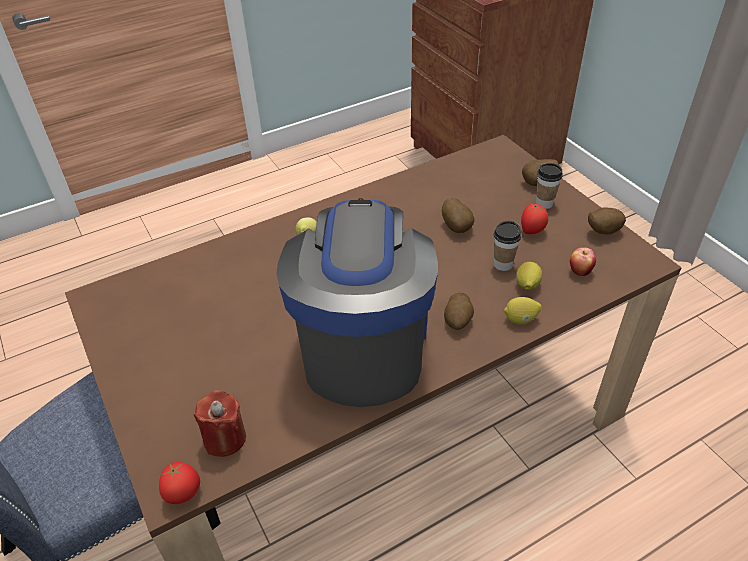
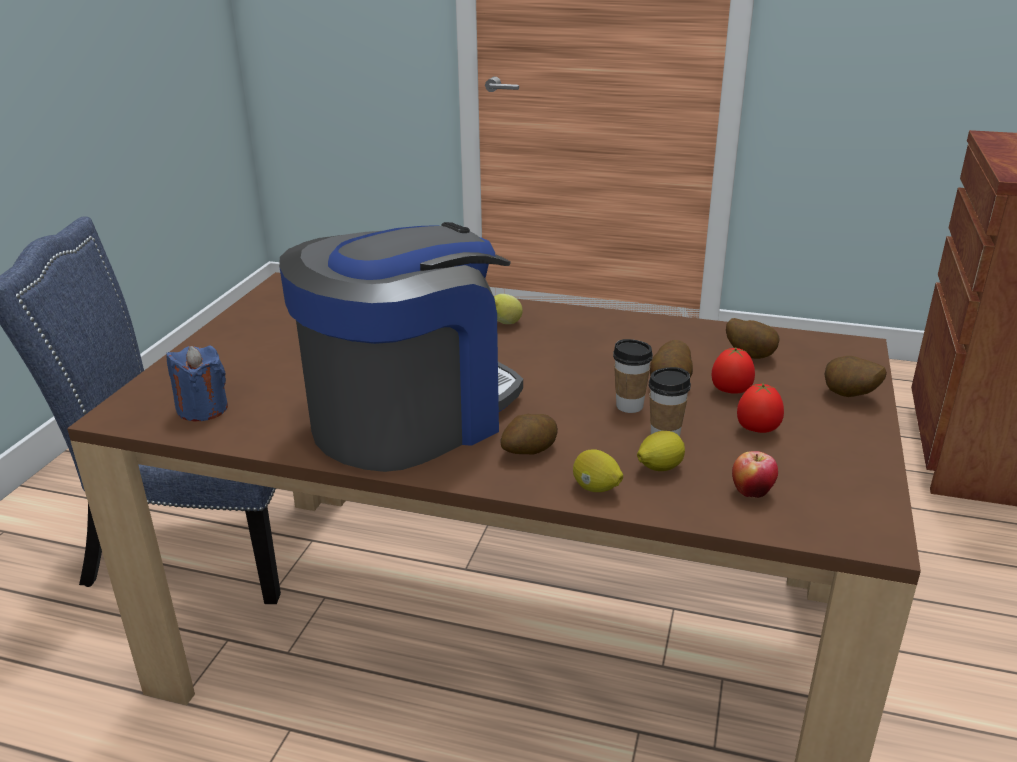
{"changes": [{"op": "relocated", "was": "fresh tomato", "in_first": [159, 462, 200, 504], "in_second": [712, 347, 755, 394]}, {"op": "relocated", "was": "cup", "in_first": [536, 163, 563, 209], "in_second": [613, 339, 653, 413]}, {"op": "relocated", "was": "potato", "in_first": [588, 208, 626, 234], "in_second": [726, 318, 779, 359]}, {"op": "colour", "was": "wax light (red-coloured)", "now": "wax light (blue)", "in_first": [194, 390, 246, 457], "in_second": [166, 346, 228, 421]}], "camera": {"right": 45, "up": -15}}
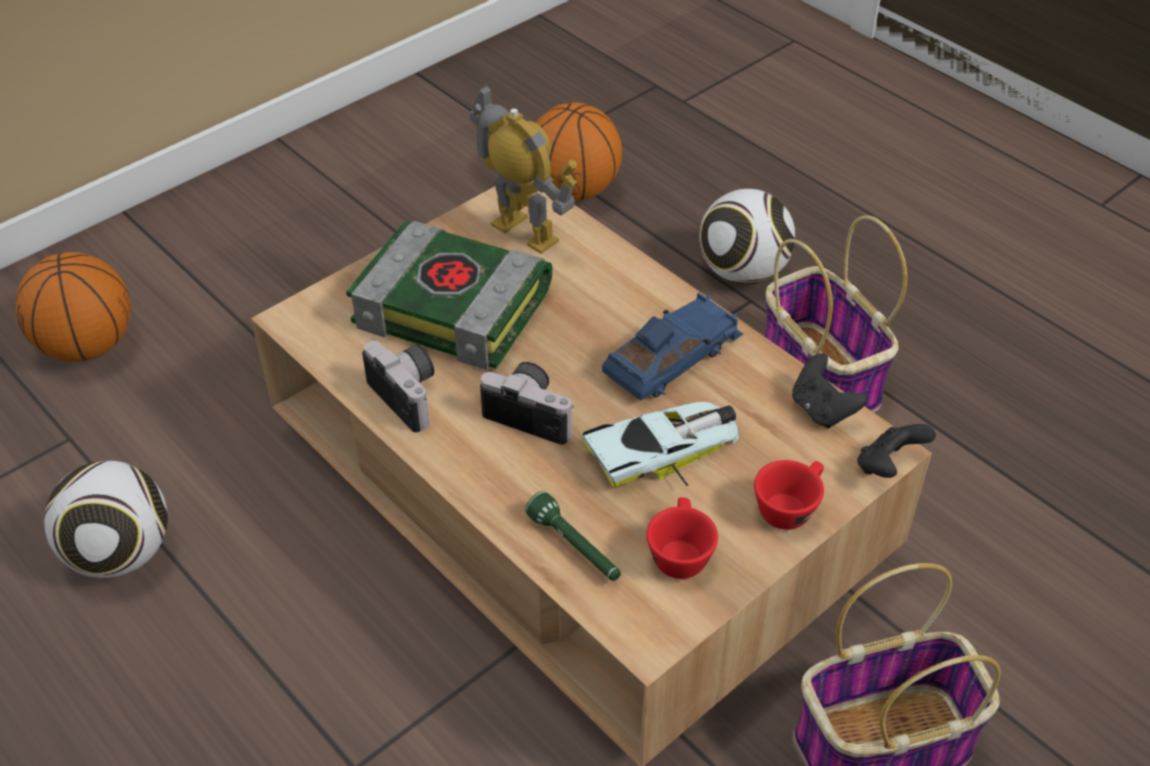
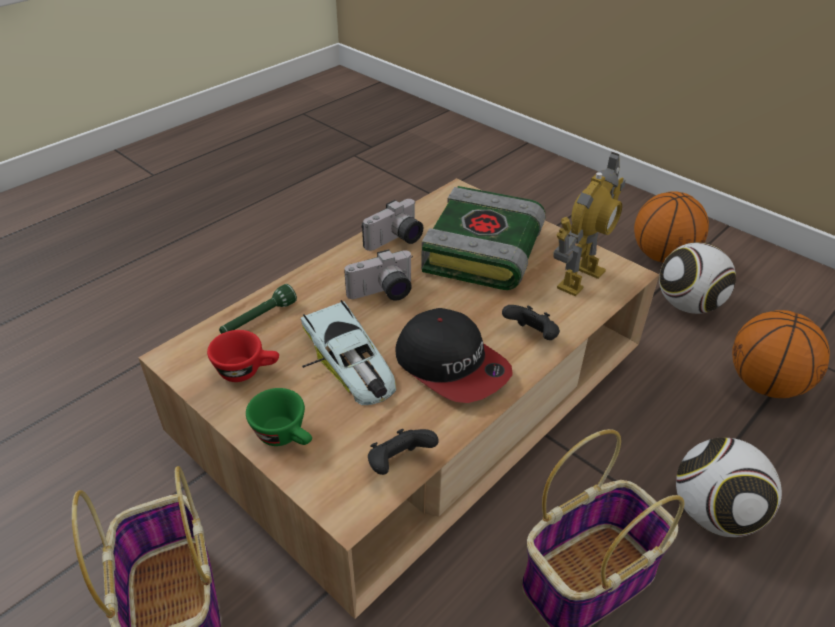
{"changes": [{"op": "relocated", "was": "basketball", "in_first": [16, 252, 131, 362], "in_second": [634, 191, 709, 263]}, {"op": "relocated", "was": "ball for football", "in_first": [44, 461, 168, 578], "in_second": [659, 242, 736, 314]}, {"op": "relocated", "was": "gamepad (black-coloured)", "in_first": [857, 424, 936, 478], "in_second": [502, 305, 560, 340]}, {"op": "exchanged", "was": "toy car (blue)", "now": "cap", "in_first": [602, 293, 743, 400], "in_second": [395, 308, 513, 403]}, {"op": "colour", "was": "cup (red-coloured)", "now": "cup (green-coloured)", "in_first": [754, 460, 824, 530], "in_second": [246, 388, 312, 446]}, {"op": "spun", "was": "photo camera", "in_first": [480, 362, 574, 445], "in_second": [344, 249, 412, 301], "clockwise": 45}], "camera": {"right": 85, "up": -5}}
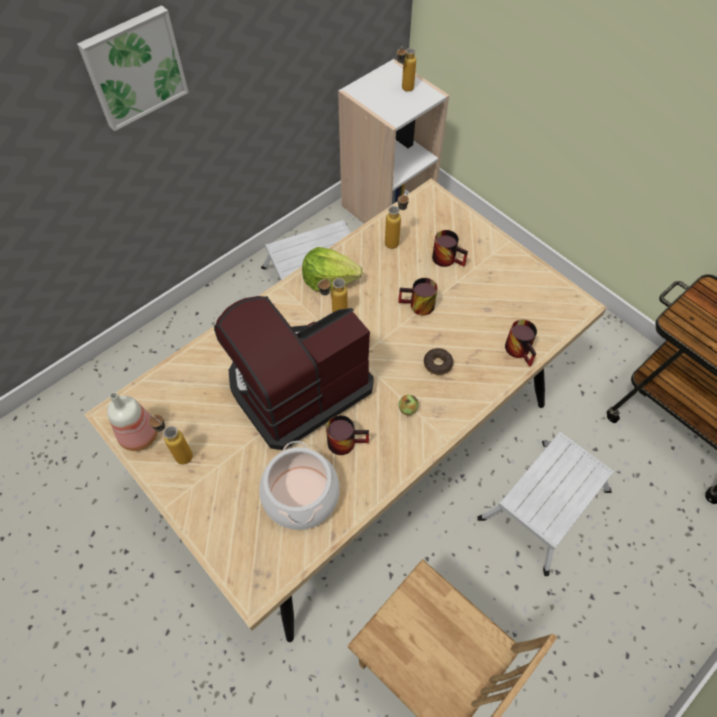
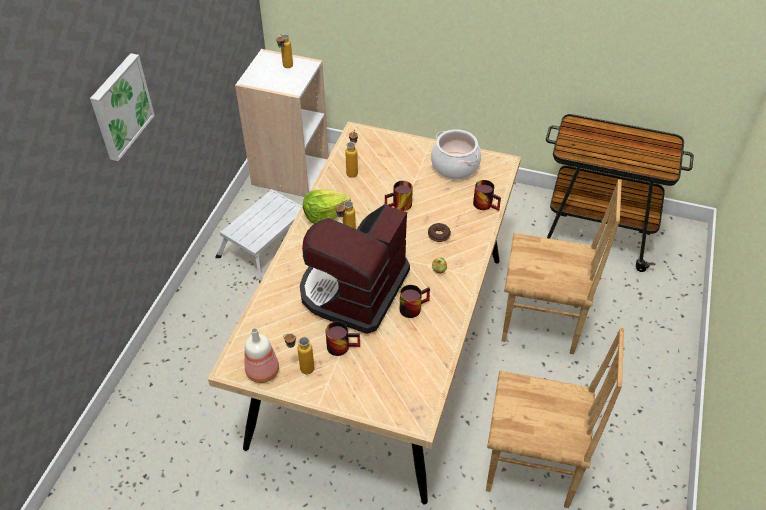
{"changes": [{"op": "relocated", "was": "stockpot", "in_first": [259, 441, 340, 530], "in_second": [431, 129, 481, 180]}, {"op": "relocated", "was": "tea mug", "in_first": [432, 230, 468, 267], "in_second": [325, 322, 360, 356]}, {"op": "exchanged", "was": "stepladder (white)", "now": "plain chair (brown-coloured)", "in_first": [477, 432, 614, 576], "in_second": [502, 179, 622, 354]}], "camera": {"right": -30, "up": -10}}
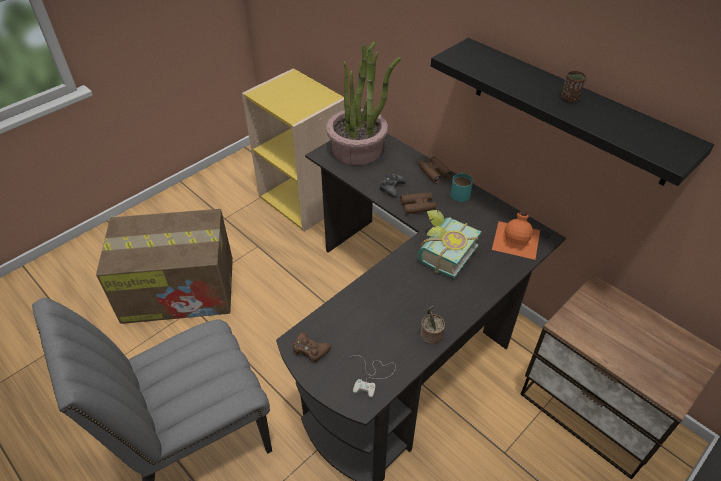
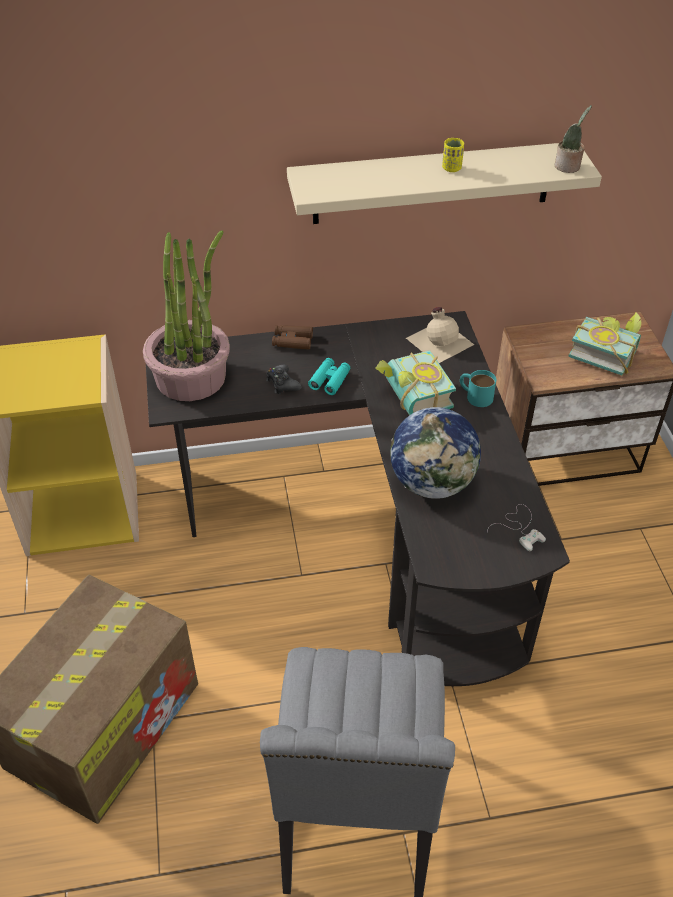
{"changes": [{"op": "missing", "was": "gamepad (brown-coloured)", "in_first": [293, 332, 331, 364]}, {"op": "appeared", "now": "globe", "in_second": [390, 407, 481, 499]}, {"op": "appeared", "now": "volume", "in_second": [568, 312, 642, 375]}, {"op": "relocated", "was": "potted plant", "in_first": [420, 306, 445, 344], "in_second": [555, 105, 592, 173]}, {"op": "relocated", "was": "tea mug (blue-green)", "in_first": [450, 172, 473, 202], "in_second": [460, 370, 496, 407]}, {"op": "colour", "was": "pair of binoculars (brown-coloured)", "now": "pair of binoculars (blue-green)", "in_first": [400, 192, 436, 214], "in_second": [308, 358, 350, 395]}, {"op": "colour", "was": "wall shelf (black-coloured)", "now": "wall shelf (beige-coloured)", "in_first": [431, 38, 714, 186], "in_second": [287, 143, 602, 224]}, {"op": "colour", "was": "bottle (orange-coloured)", "now": "bottle (beige-coloured)", "in_first": [492, 211, 540, 260], "in_second": [406, 307, 474, 363]}, {"op": "colour", "was": "cup (brown-coloured)", "now": "cup (yellow)", "in_first": [561, 71, 586, 103], "in_second": [442, 138, 464, 172]}], "camera": {"right": -55, "up": 0}}
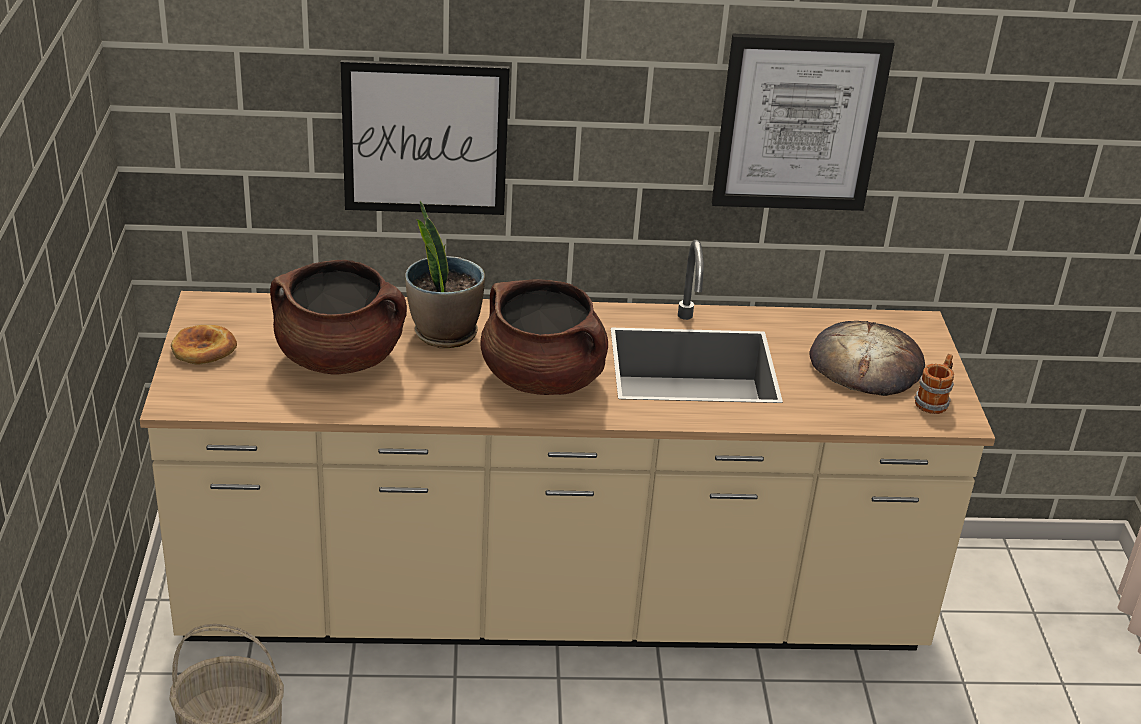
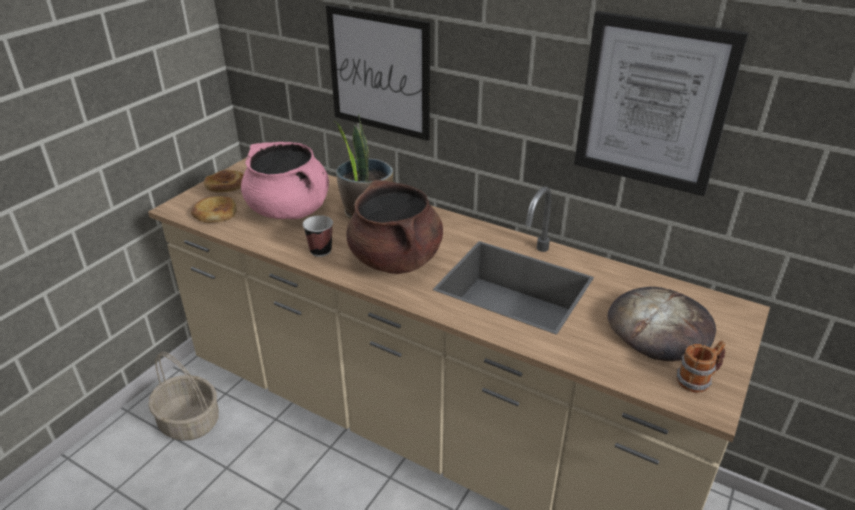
{"changes": [{"op": "appeared", "now": "bakery bread", "in_second": [191, 196, 237, 223]}, {"op": "appeared", "now": "cup", "in_second": [303, 215, 333, 257]}, {"op": "colour", "was": "stockpot (brown-coloured)", "now": "stockpot (pinkish)", "in_first": [270, 260, 407, 375], "in_second": [241, 142, 329, 219]}], "camera": {"right": 35, "up": 0}}
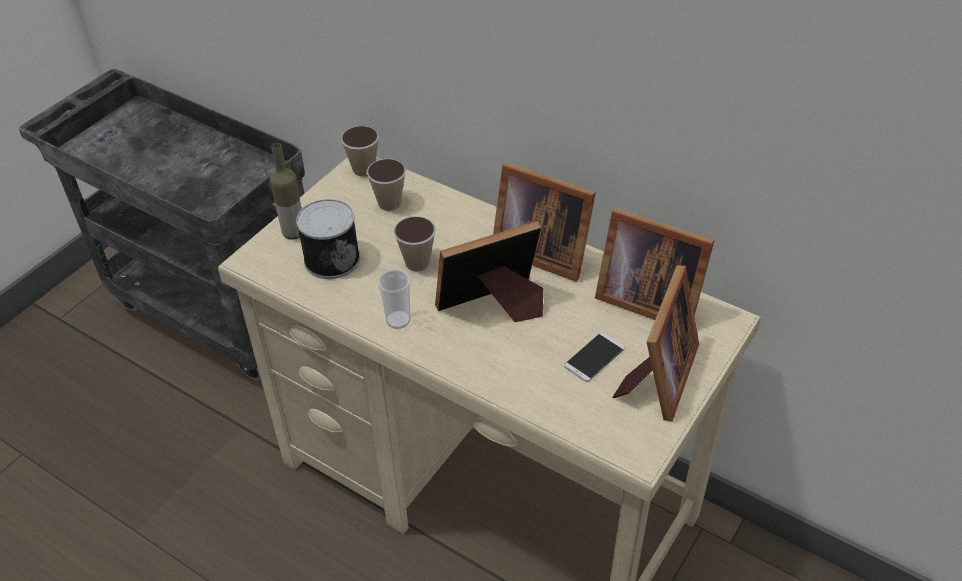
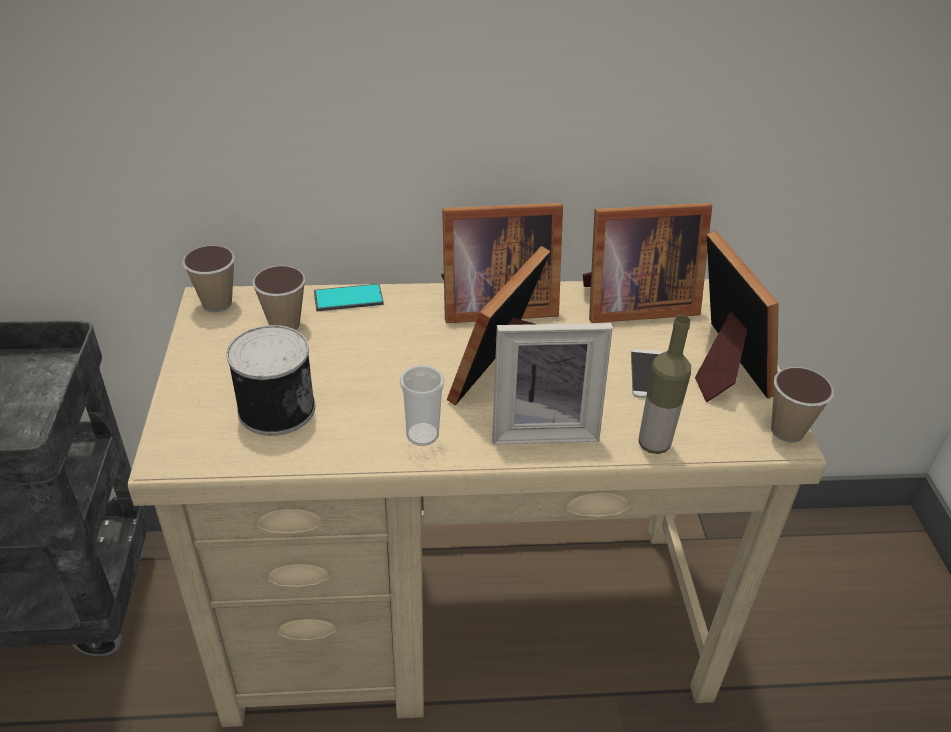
{"changes": [{"op": "appeared", "now": "phone", "in_second": [314, 284, 384, 311]}, {"op": "appeared", "now": "photo frame", "in_second": [492, 323, 613, 445]}, {"op": "relocated", "was": "bottle", "in_first": [270, 143, 301, 240], "in_second": [639, 315, 691, 454]}, {"op": "relocated", "was": "cup", "in_first": [393, 216, 436, 271], "in_second": [771, 367, 834, 443]}], "camera": {"right": -40, "up": -5}}
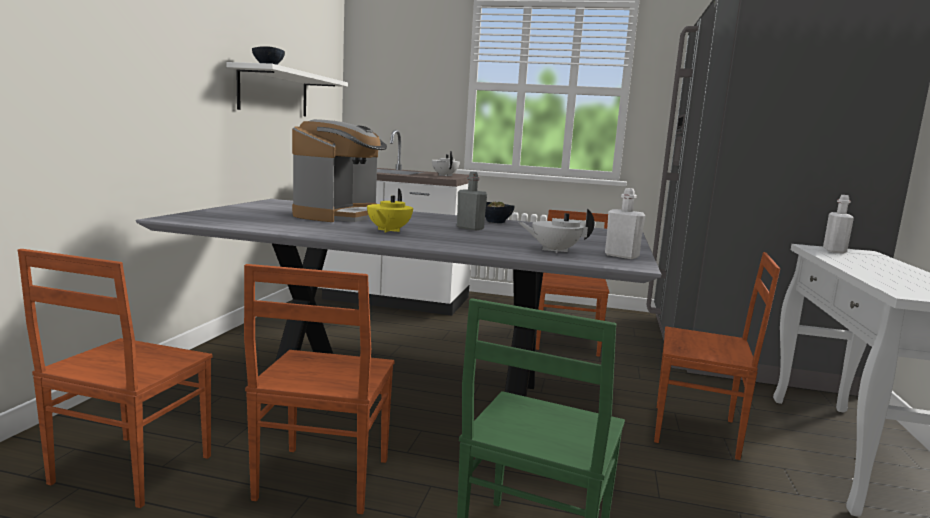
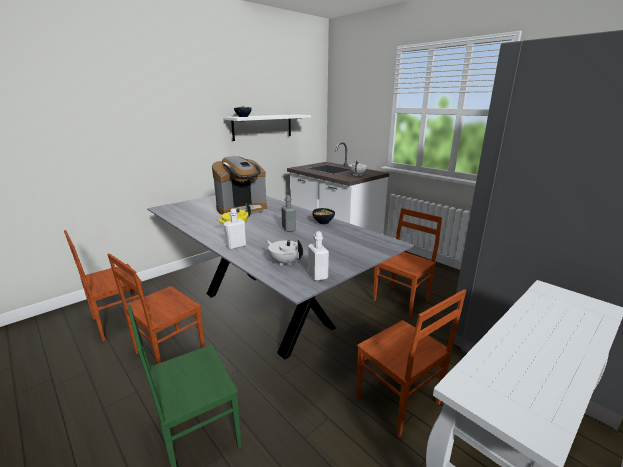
{"changes": [{"op": "relocated", "was": "bottle (white)", "in_first": [823, 195, 854, 253], "in_second": [224, 208, 246, 250]}], "camera": {"right": 35, "up": 10}}
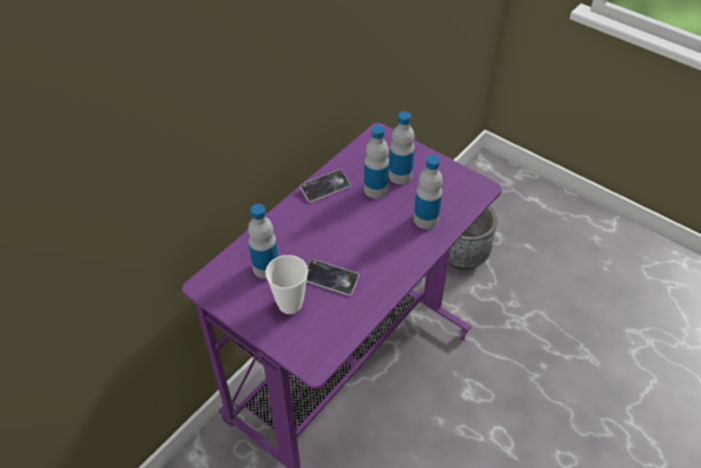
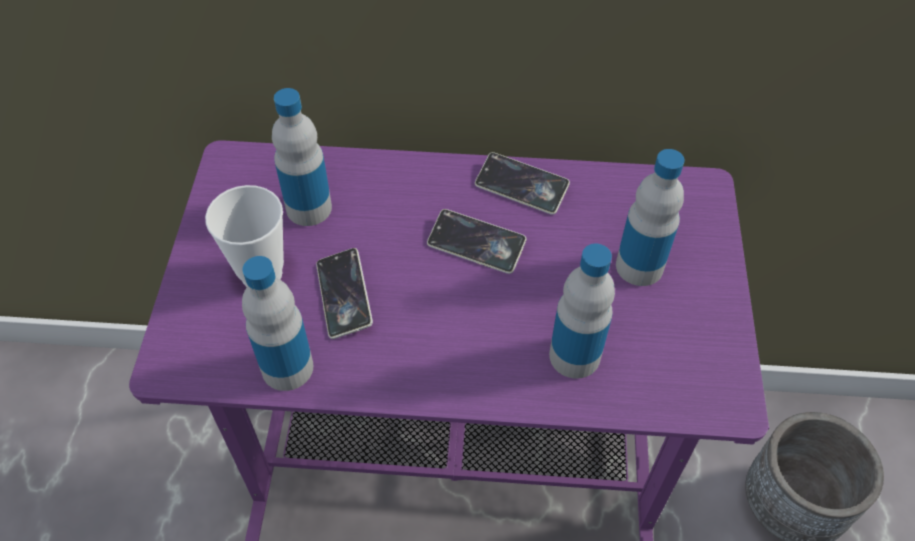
{"changes": [{"op": "appeared", "now": "phone", "in_second": [427, 209, 526, 274]}, {"op": "relocated", "was": "bottle", "in_first": [364, 125, 389, 198], "in_second": [242, 256, 314, 391]}], "camera": {"right": 55, "up": 5}}
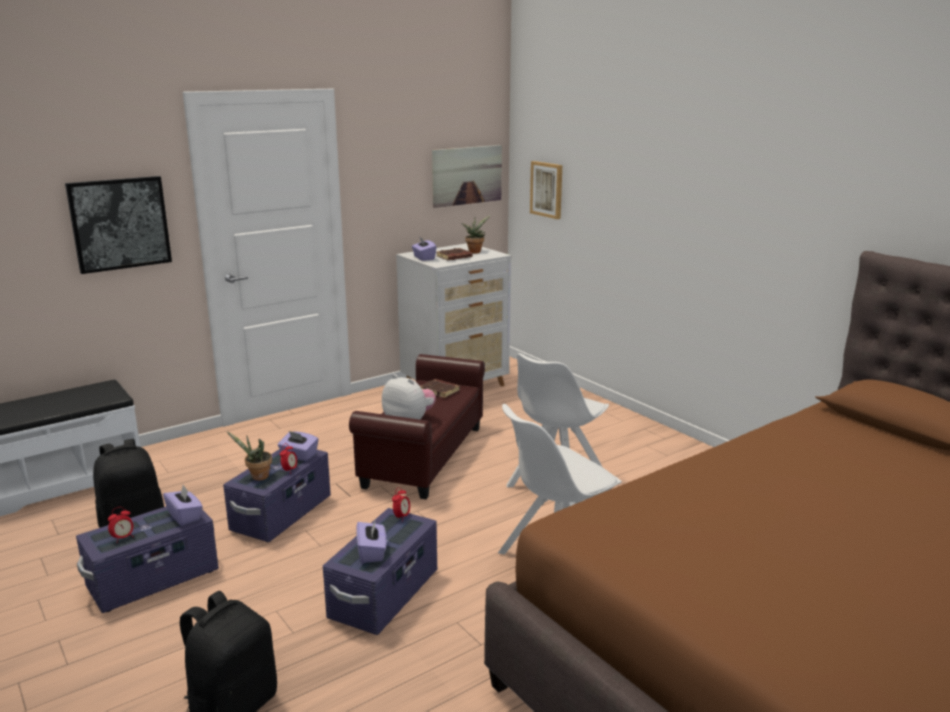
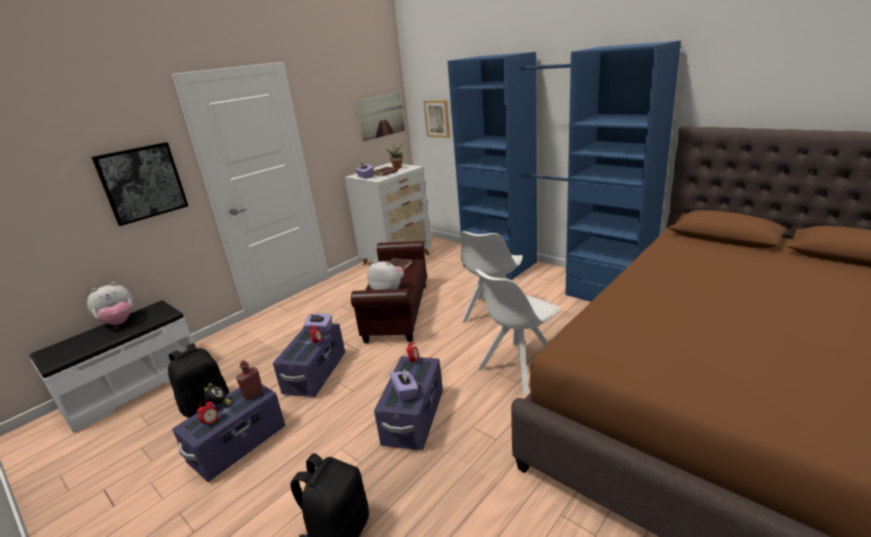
{"changes": [{"op": "missing", "was": "potted plant", "in_first": [227, 431, 272, 480]}, {"op": "appeared", "now": "plush toy", "in_second": [87, 282, 133, 325]}, {"op": "appeared", "now": "alarm clock", "in_second": [204, 383, 231, 406]}, {"op": "appeared", "now": "armoire (blue)", "in_second": [447, 41, 681, 302]}, {"op": "exchanged", "was": "tissue box (purple)", "now": "bottle (red-coloured)", "in_first": [163, 485, 203, 526], "in_second": [236, 360, 264, 400]}], "camera": {"right": -10, "up": 5}}
